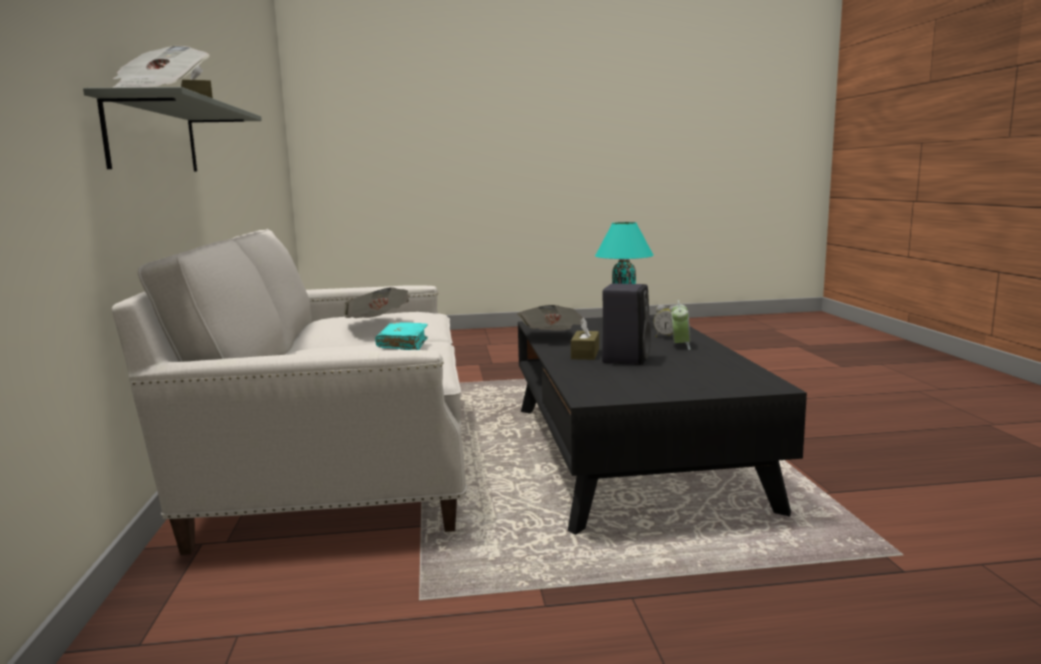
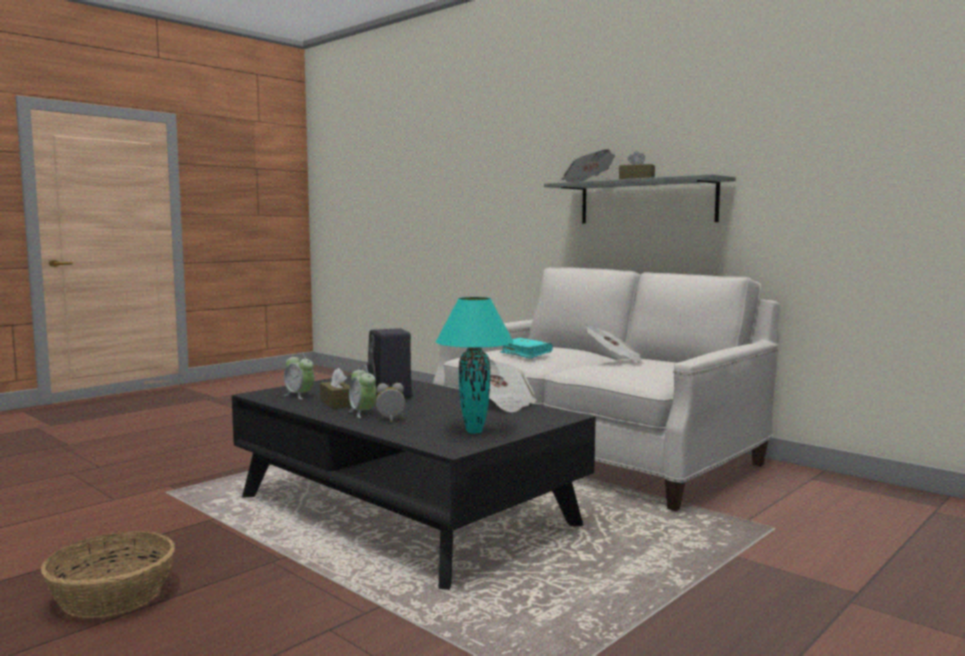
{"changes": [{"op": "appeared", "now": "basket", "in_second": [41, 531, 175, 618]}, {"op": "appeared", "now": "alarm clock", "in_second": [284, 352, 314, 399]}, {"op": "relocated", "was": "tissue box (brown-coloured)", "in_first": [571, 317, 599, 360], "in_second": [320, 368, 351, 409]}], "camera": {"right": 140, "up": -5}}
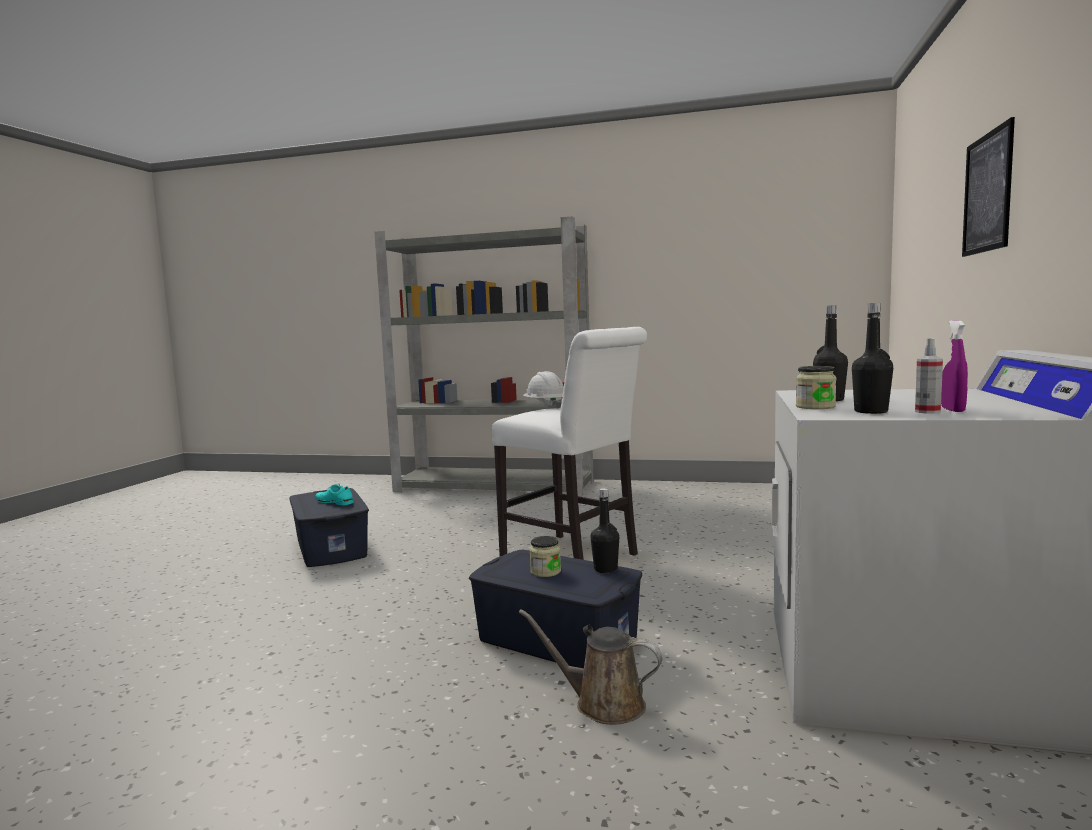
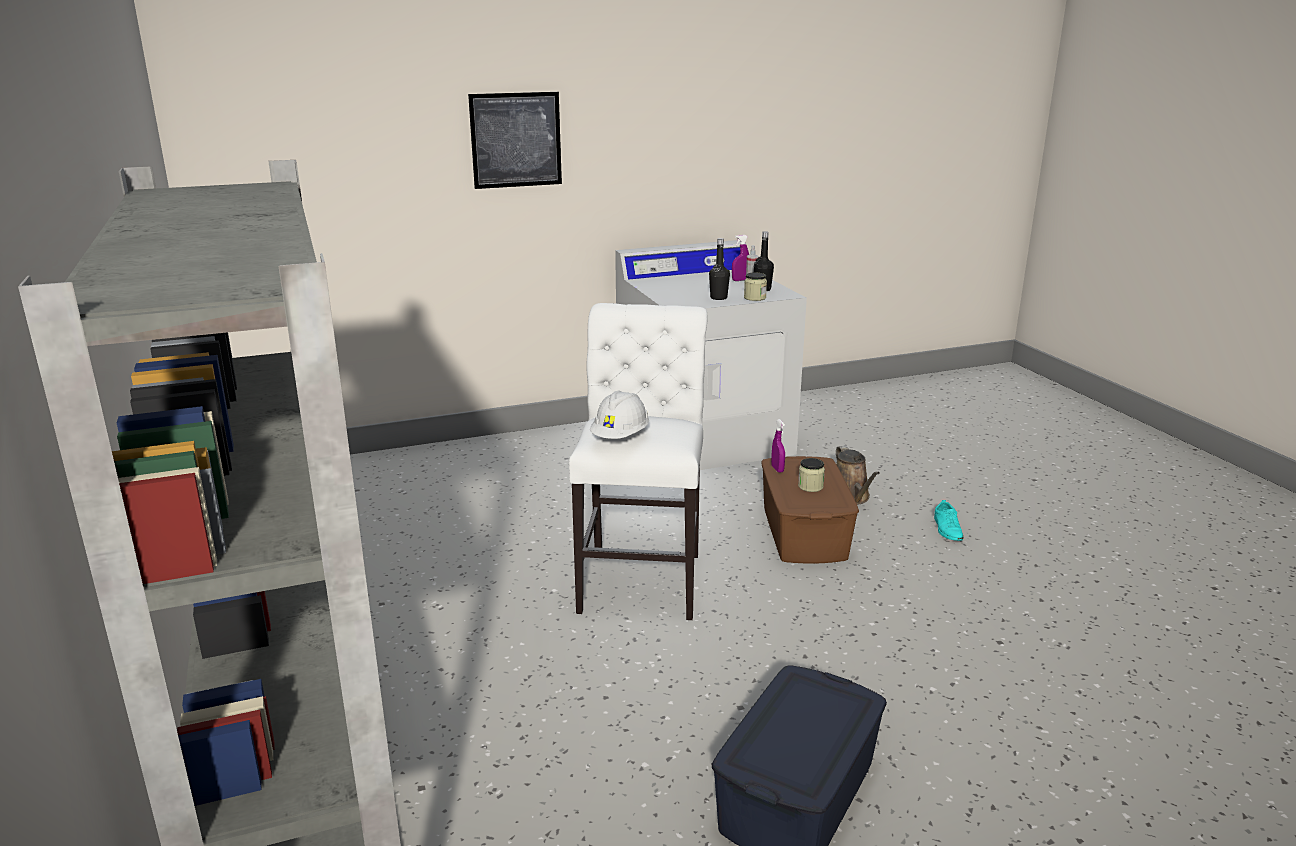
{"changes": [{"op": "relocated", "was": "shoe (blue-green)", "in_first": [315, 484, 354, 505], "in_second": [934, 500, 964, 541]}, {"op": "exchanged", "was": "bottle (black-coloured)", "now": "spray bottle (purple)", "in_first": [591, 488, 619, 573], "in_second": [771, 419, 785, 473]}, {"op": "colour", "was": "storage container (blue)", "now": "storage container (brown-coloured)", "in_first": [469, 550, 642, 668], "in_second": [761, 456, 859, 564]}], "camera": {"right": -125, "up": 15}}
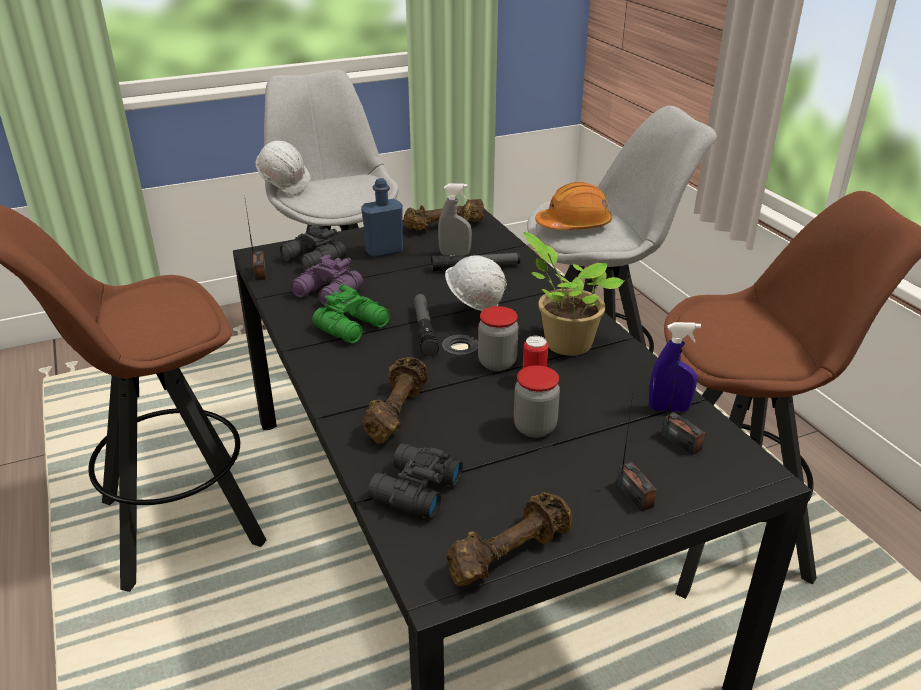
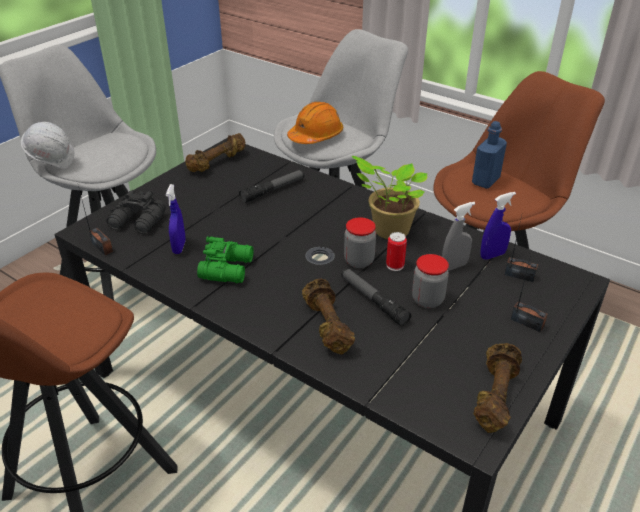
{"changes": [{"op": "missing", "was": "pair of binoculars (black-coloured)", "in_first": [368, 443, 463, 519]}, {"op": "missing", "was": "safety helmet (white)", "in_first": [445, 255, 507, 311]}, {"op": "relocated", "was": "bottle (blue)", "in_first": [361, 178, 403, 257], "in_second": [472, 121, 507, 189]}, {"op": "relocated", "was": "flashlight", "in_first": [414, 293, 439, 357], "in_second": [341, 268, 411, 326]}, {"op": "relocated", "was": "spray bottle (greyish)", "in_first": [438, 184, 472, 256], "in_second": [442, 202, 475, 271]}, {"op": "exchanged", "was": "pair of binoculars (purple)", "now": "spray bottle (blue)", "in_first": [290, 254, 363, 305], "in_second": [166, 184, 186, 254]}], "camera": {"right": -30, "up": 5}}
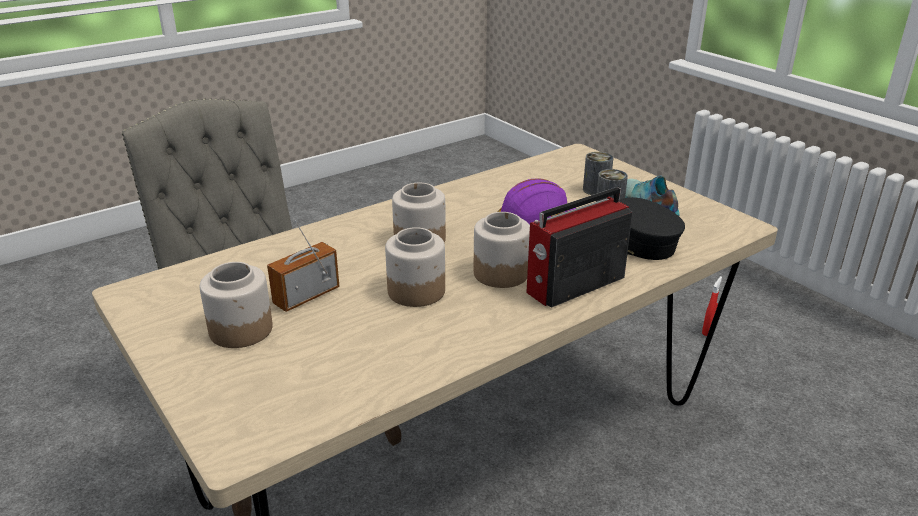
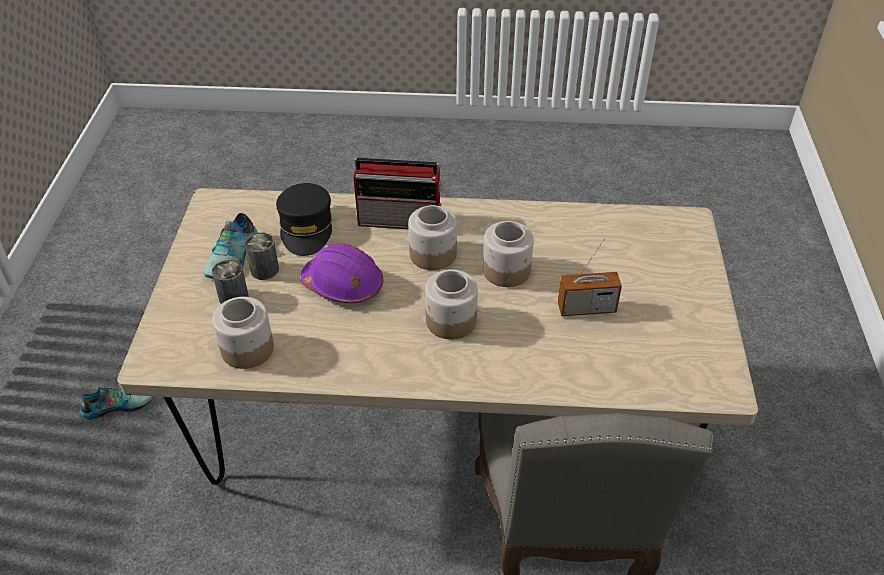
{"changes": [{"op": "relocated", "was": "storage jar", "in_first": [200, 262, 273, 348], "in_second": [212, 297, 274, 369]}, {"op": "exchanged", "was": "spray bottle (red-coloured)", "now": "shoe", "in_first": [702, 276, 722, 336], "in_second": [79, 387, 153, 420]}], "camera": {"right": -140, "up": 15}}
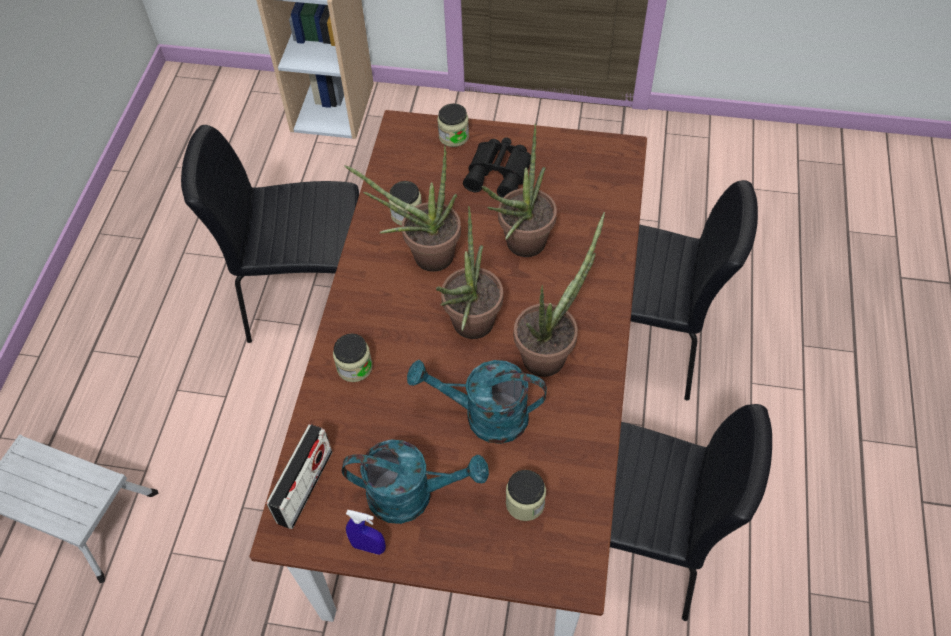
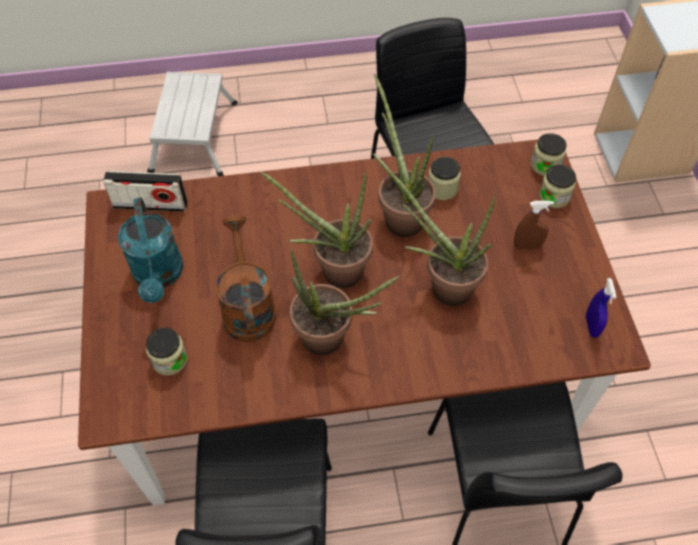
{"changes": [{"op": "relocated", "was": "storage jar", "in_first": [333, 333, 373, 382], "in_second": [531, 133, 566, 176]}, {"op": "relocated", "was": "spray bottle (blue)", "in_first": [346, 510, 386, 555], "in_second": [586, 278, 616, 338]}, {"op": "exchanged", "was": "pair of binoculars (black-coloured)", "now": "spray bottle (brown-coloured)", "in_first": [463, 137, 531, 198], "in_second": [514, 201, 554, 249]}, {"op": "colour", "was": "sprinkling can (blue-green)", "now": "sprinkling can (brown-coloured)", "in_first": [407, 360, 547, 444], "in_second": [216, 214, 276, 342]}], "camera": {"right": 70, "up": 0}}
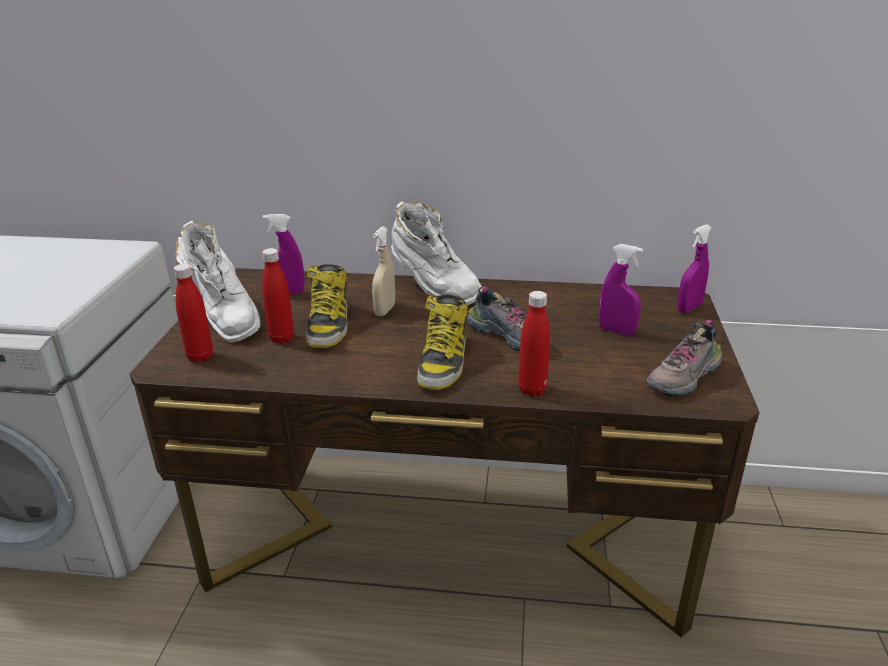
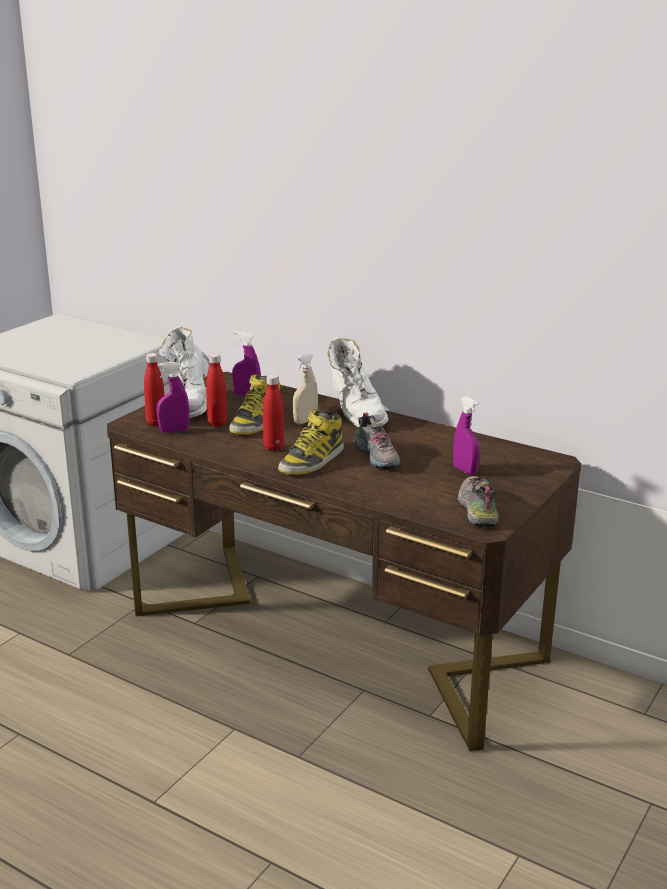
{"changes": [{"op": "relocated", "was": "bottle (red-coloured)", "in_first": [518, 291, 550, 396], "in_second": [263, 374, 284, 451]}, {"op": "relocated", "was": "spray bottle (purple)", "in_first": [677, 224, 712, 313], "in_second": [156, 362, 189, 433]}, {"op": "spun", "was": "shoe", "in_first": [647, 320, 722, 397], "in_second": [458, 476, 499, 528], "clockwise": 105}], "camera": {"right": 25, "up": -5}}
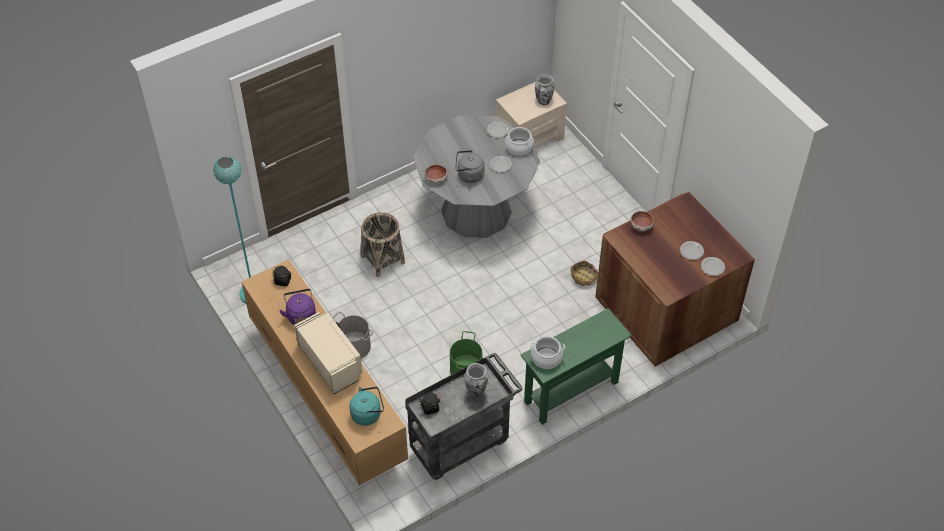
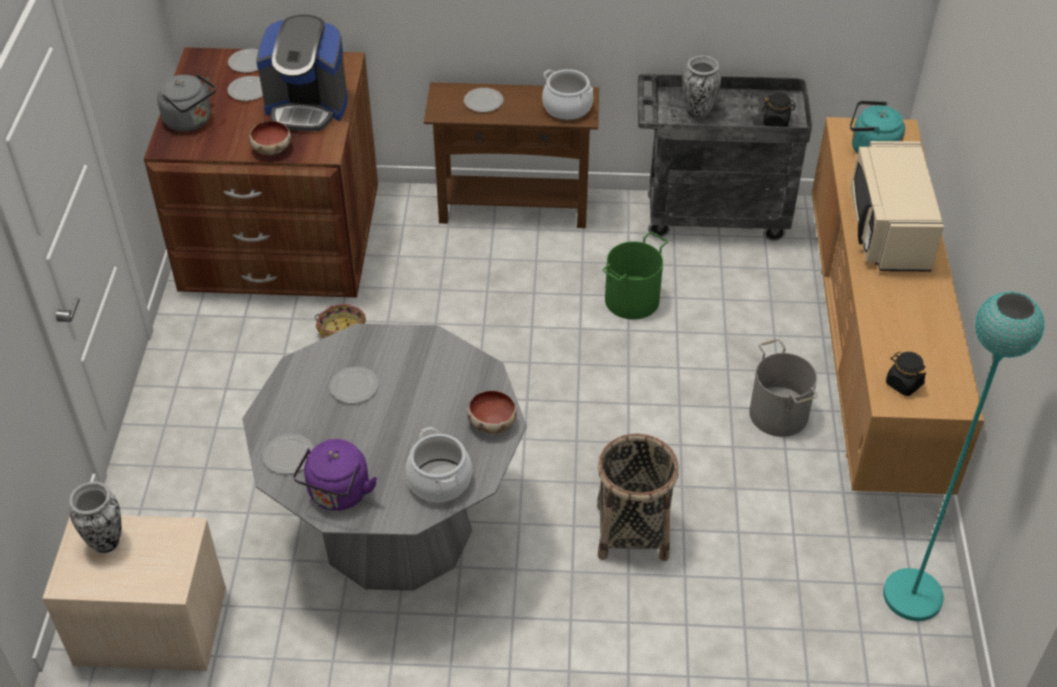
{"changes": [{"op": "appeared", "now": "coffee machine", "in_second": [256, 15, 348, 131]}, {"op": "appeared", "now": "plate", "in_second": [464, 88, 503, 112]}, {"op": "relocated", "was": "kettle (purple)", "in_first": [279, 289, 316, 325], "in_second": [293, 439, 377, 511]}, {"op": "relocated", "was": "kettle (greyish)", "in_first": [455, 150, 485, 183], "in_second": [157, 73, 216, 132]}, {"op": "relocated", "was": "stockpot", "in_first": [505, 127, 534, 156], "in_second": [406, 427, 472, 502]}, {"op": "colour", "was": "hall table (green-coloured)", "now": "hall table (brown-coloured)", "in_first": [520, 308, 632, 425], "in_second": [424, 82, 599, 228]}], "camera": {"right": -145, "up": -5}}
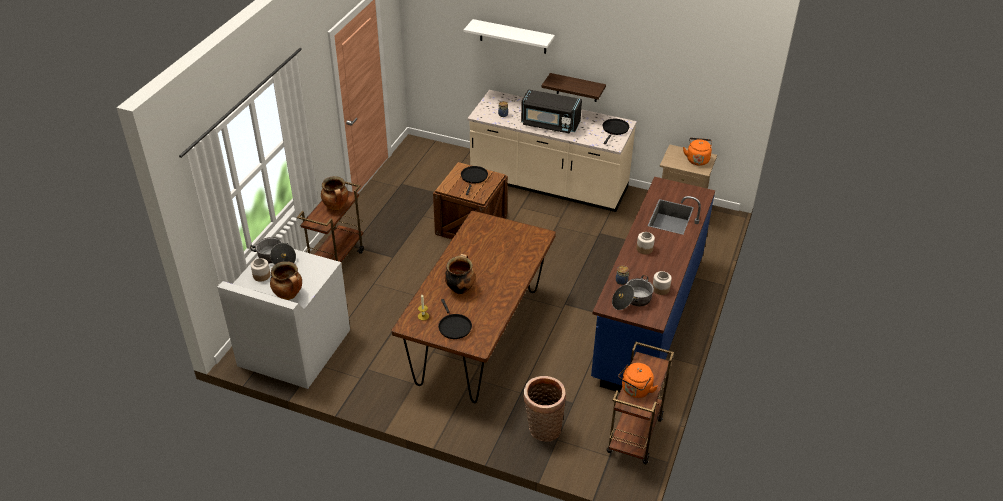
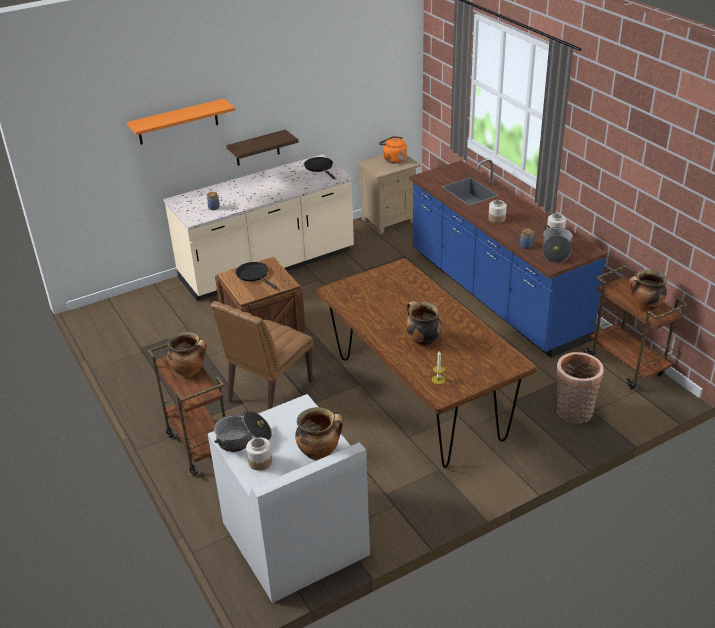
{"changes": [{"op": "missing", "was": "frying pan (black-coloured)", "in_first": [438, 299, 472, 339]}, {"op": "missing", "was": "microwave oven (black-coloured)", "in_first": [521, 89, 582, 134]}, {"op": "appeared", "now": "plain chair (brown-coloured)", "in_second": [211, 301, 313, 410]}, {"op": "exchanged", "was": "kettle (orange-coloured)", "now": "stockpot", "in_first": [618, 363, 658, 398], "in_second": [629, 270, 667, 312]}, {"op": "colour", "was": "wall shelf (white)", "now": "wall shelf (orange-coloured)", "in_first": [464, 19, 555, 54], "in_second": [126, 99, 235, 145]}], "camera": {"right": -50, "up": -5}}
